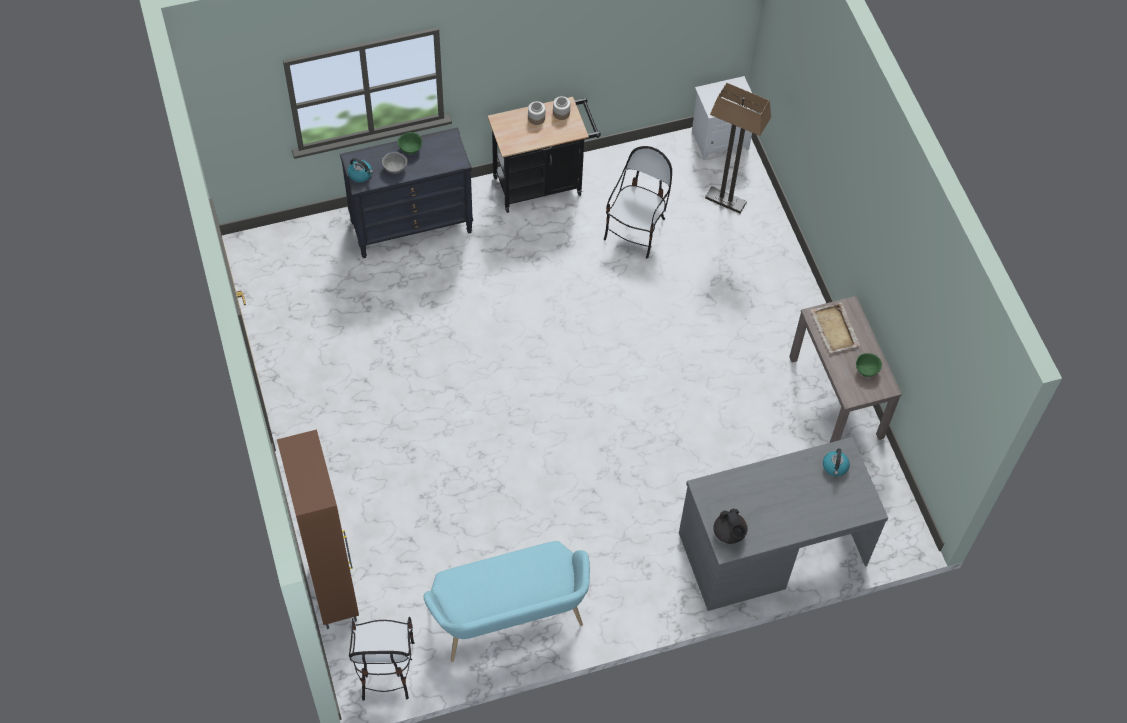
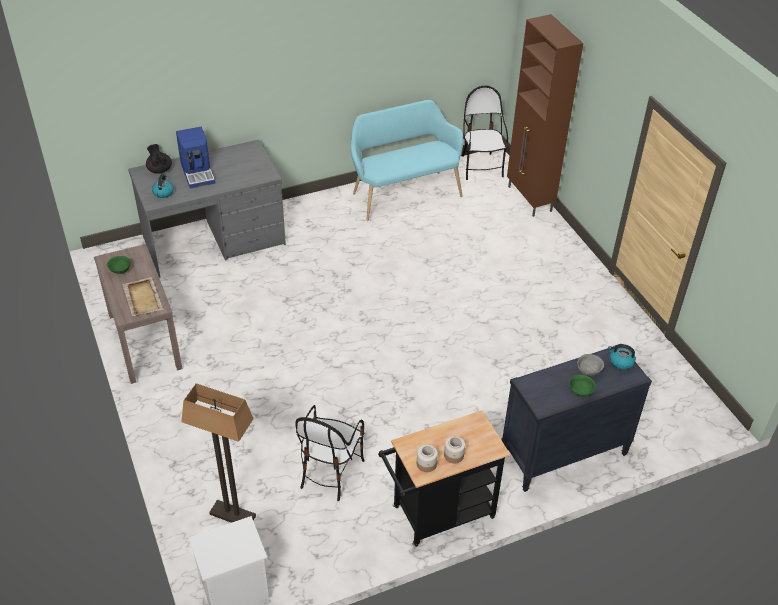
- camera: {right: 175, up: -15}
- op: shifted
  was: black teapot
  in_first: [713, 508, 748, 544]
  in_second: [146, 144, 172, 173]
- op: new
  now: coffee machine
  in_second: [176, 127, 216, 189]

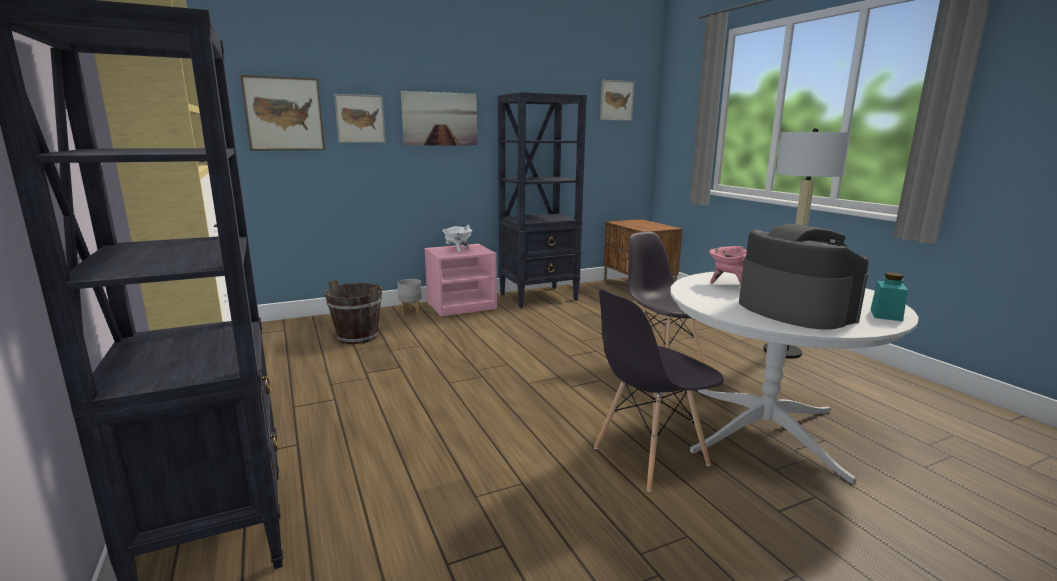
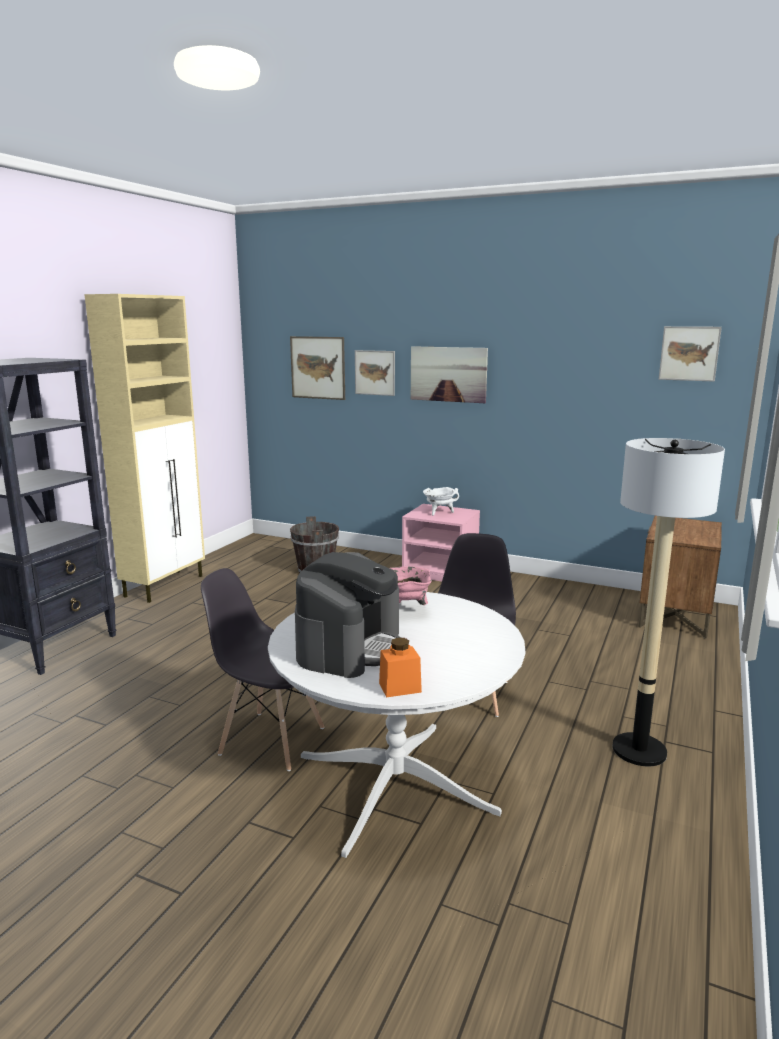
- camera: {right: 50, up: 0}
- op: gone
  was: black bookcase
  in_first: [498, 92, 587, 308]
- op: repainted
  was: turquoise jar
  now: orange jar
  in_first: [870, 272, 908, 321]
  in_second: [379, 638, 422, 697]
- op: gone
  was: grey planter
  in_first: [397, 279, 422, 315]

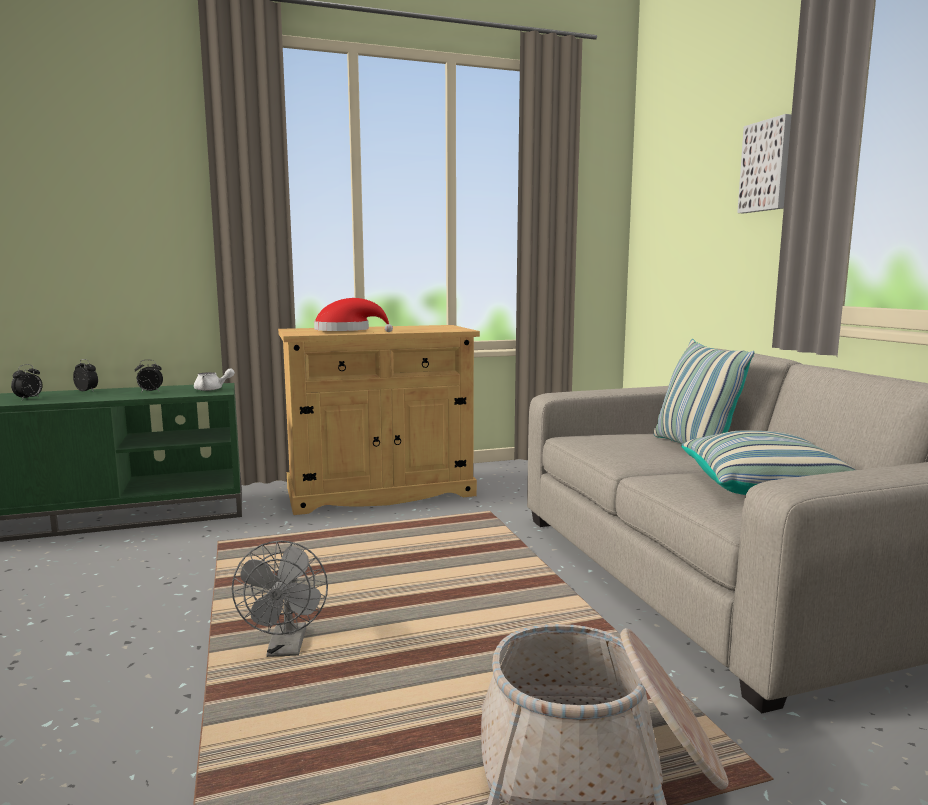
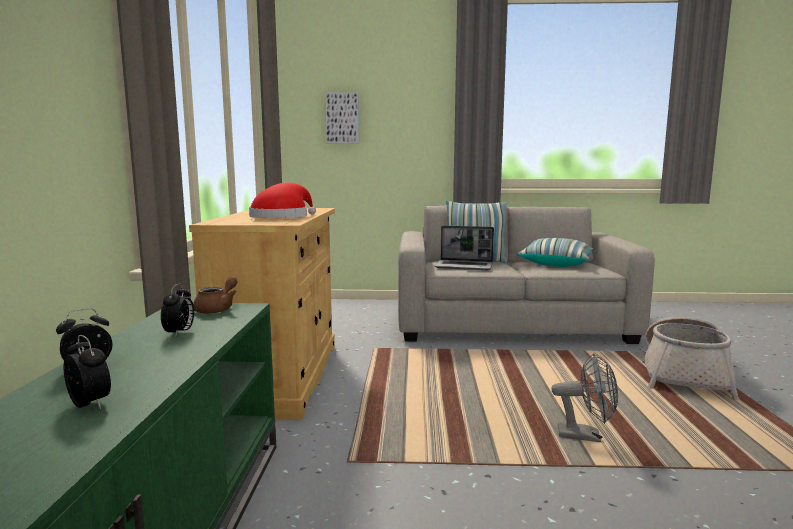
- camera: {right: -70, up: 0}
- op: shifted
  was: picture
  in_first: [737, 114, 792, 213]
  in_second: [325, 92, 359, 144]
- op: repainted
  was: white teapot
  now: brown teapot
  in_first: [194, 368, 235, 391]
  in_second: [193, 276, 238, 314]
- op: new
  now: laptop
  in_second: [435, 226, 494, 270]

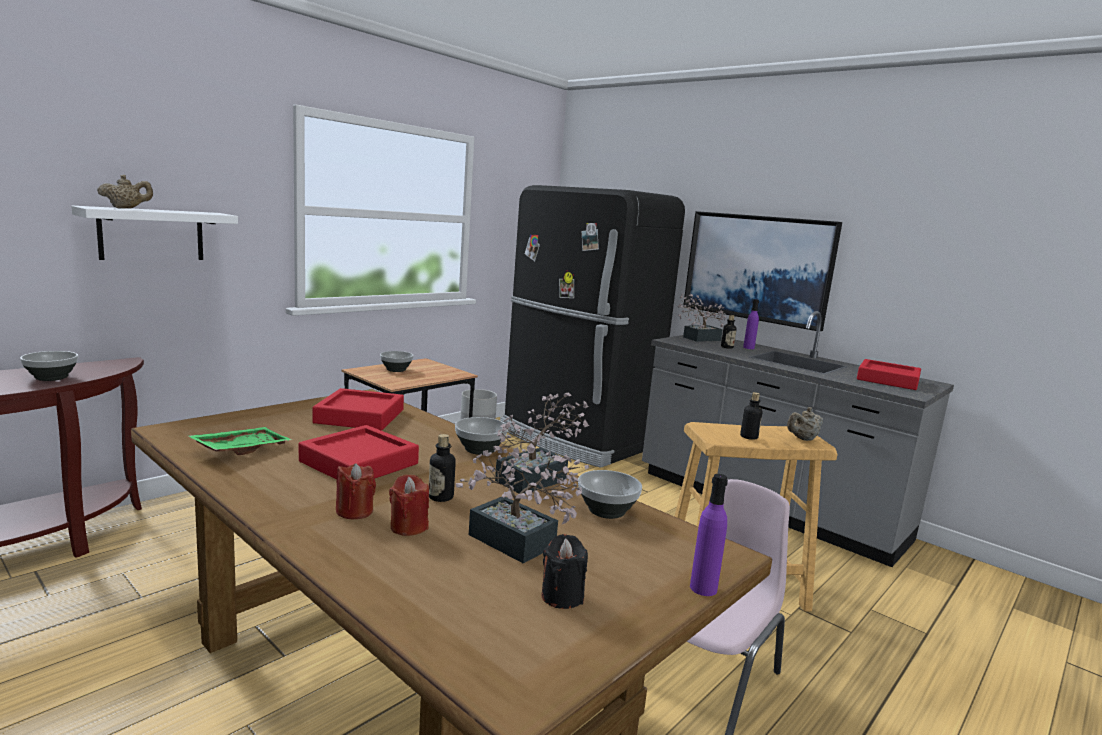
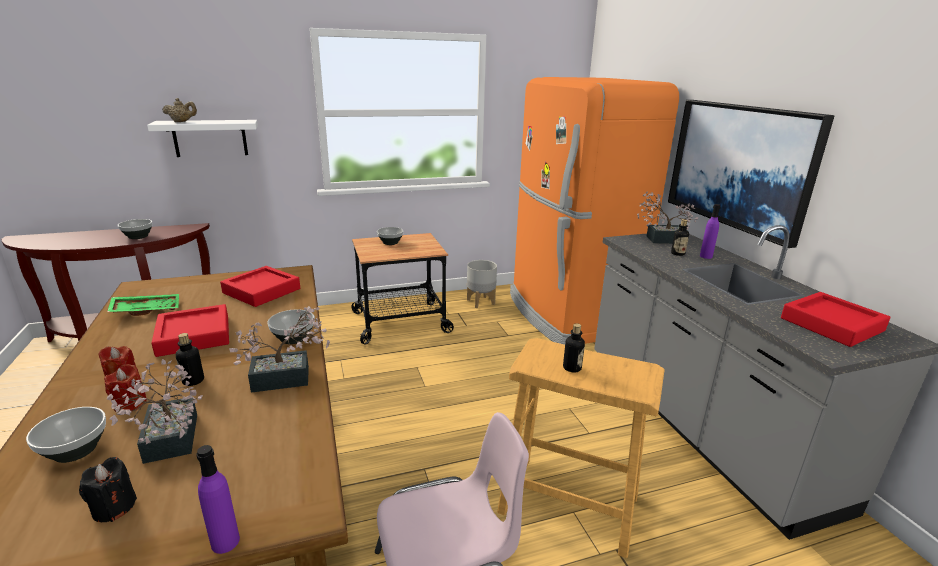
- camera: {right: 30, up: 10}
- op: repainted
  was: black fridge
  now: orange fridge
  in_first: [500, 185, 685, 468]
  in_second: [510, 77, 679, 345]
- op: gone
  was: beige teapot
  in_first: [787, 407, 823, 441]
- op: shifted
  was: bowl
  in_first: [578, 470, 642, 519]
  in_second: [26, 407, 106, 463]

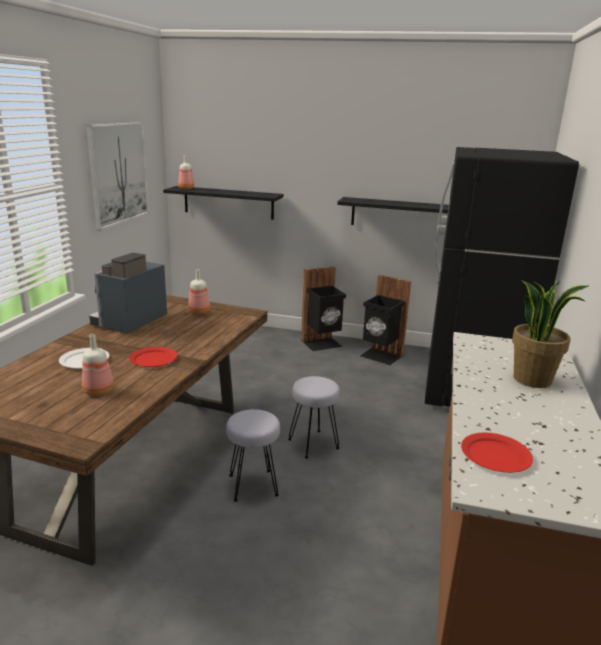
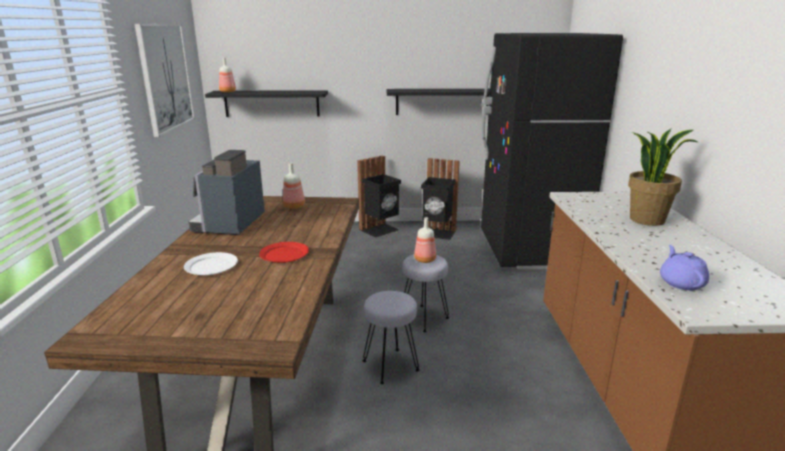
- camera: {right: -15, up: 0}
- op: shifted
  was: bottle
  in_first: [82, 334, 114, 396]
  in_second: [414, 217, 436, 263]
- op: swapped
  was: red plate
  now: purple teapot
  in_first: [461, 433, 533, 473]
  in_second: [660, 245, 709, 290]

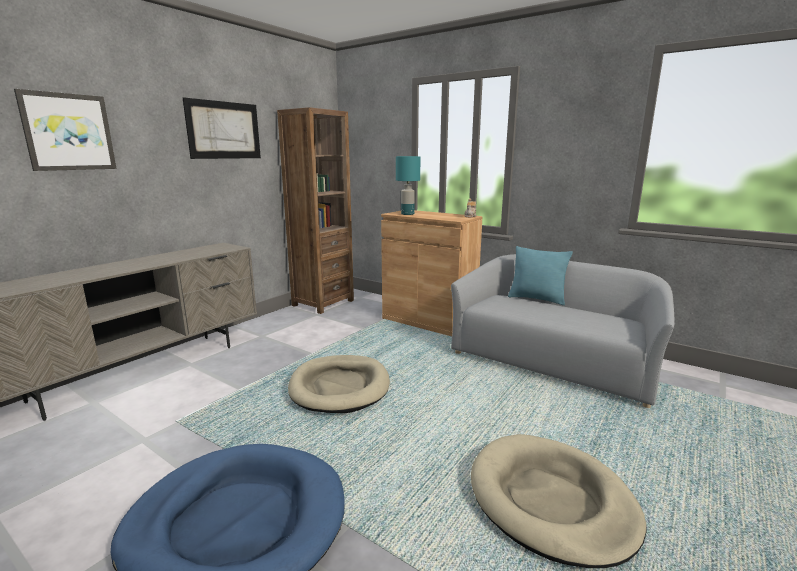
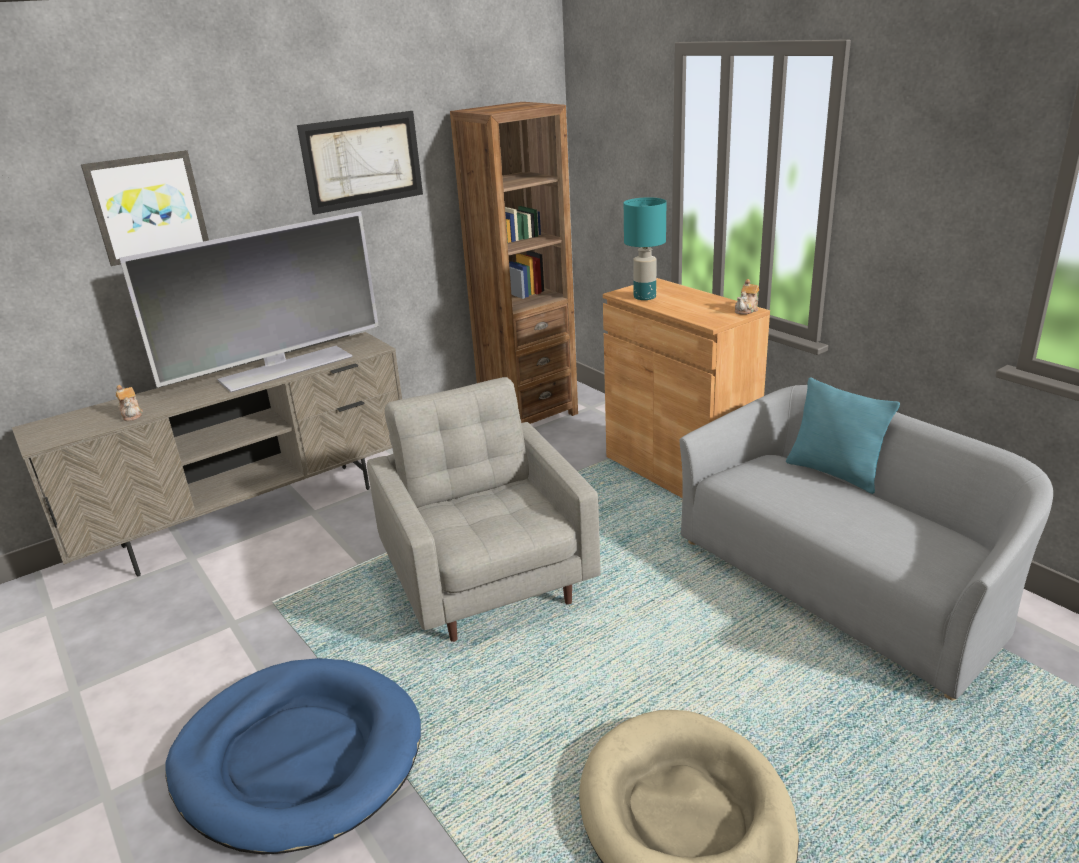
- camera: {right: 20, up: 10}
- op: swapped
  was: beige dog bed
  now: grey armchair
  in_first: [288, 355, 390, 413]
  in_second: [367, 377, 600, 642]
- op: new
  now: television
  in_second: [119, 211, 379, 392]
- op: new
  now: teapot
  in_second: [116, 385, 143, 421]

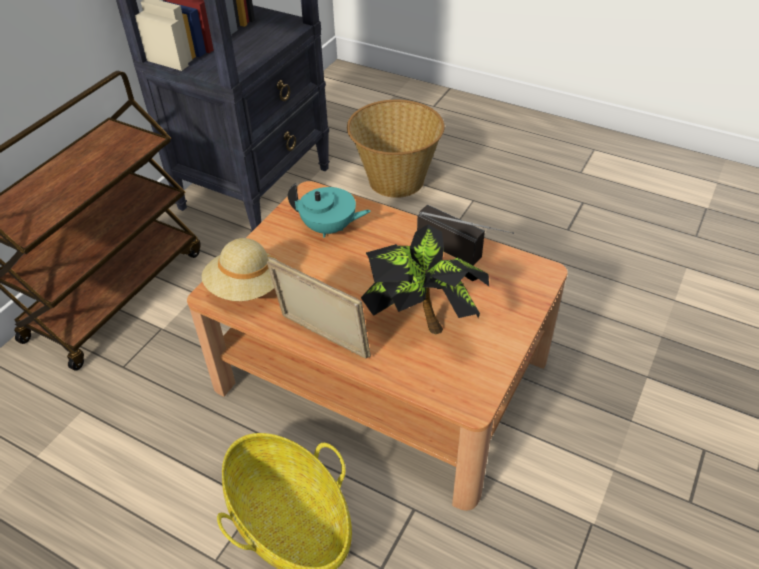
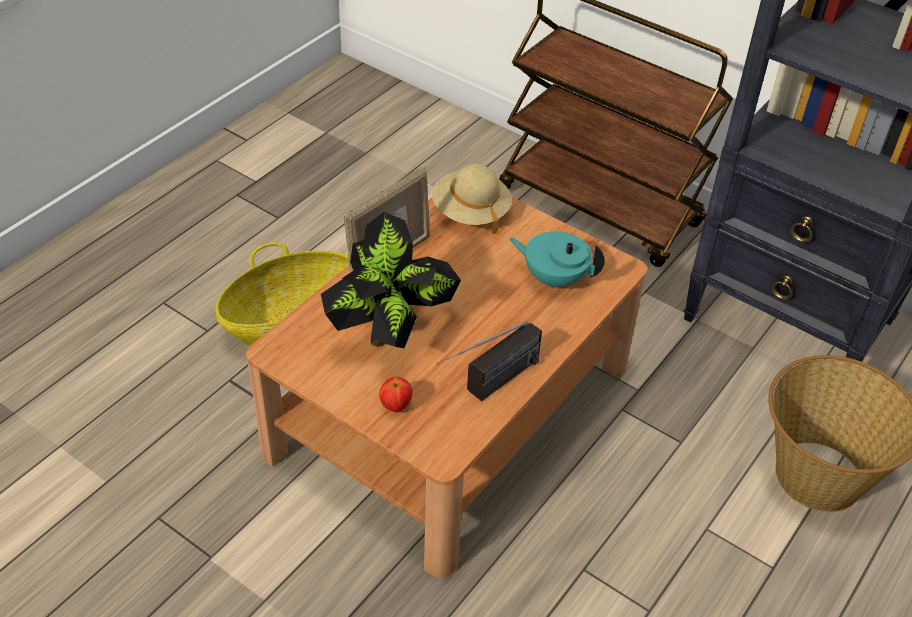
- camera: {right: 95, up: 0}
- op: rotated
  was: turquoise teapot
  in_first: [288, 183, 371, 238]
  in_second: [509, 231, 605, 289]
  clockwise: 90
- op: new
  now: apple
  in_second: [379, 377, 412, 412]

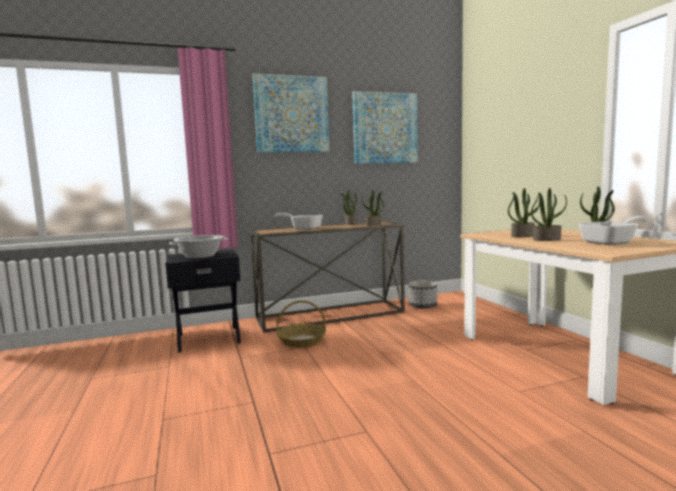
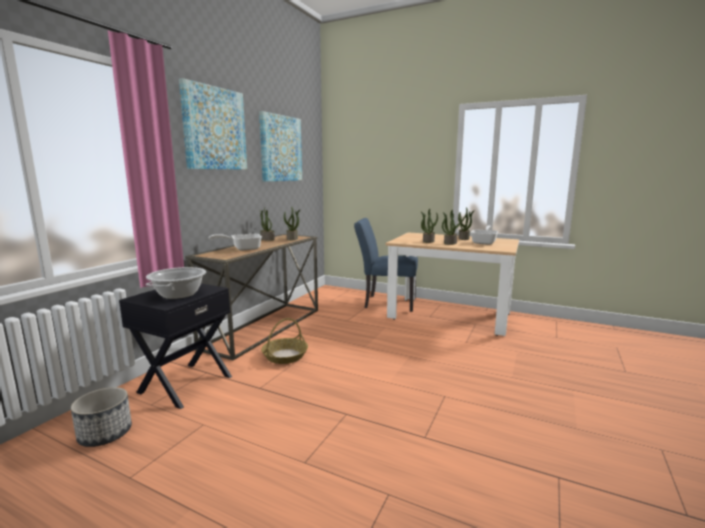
- camera: {right: -45, up: 5}
- op: shifted
  was: planter
  in_first: [408, 280, 437, 308]
  in_second: [71, 387, 132, 447]
- op: new
  now: blue chair
  in_second: [354, 218, 418, 312]

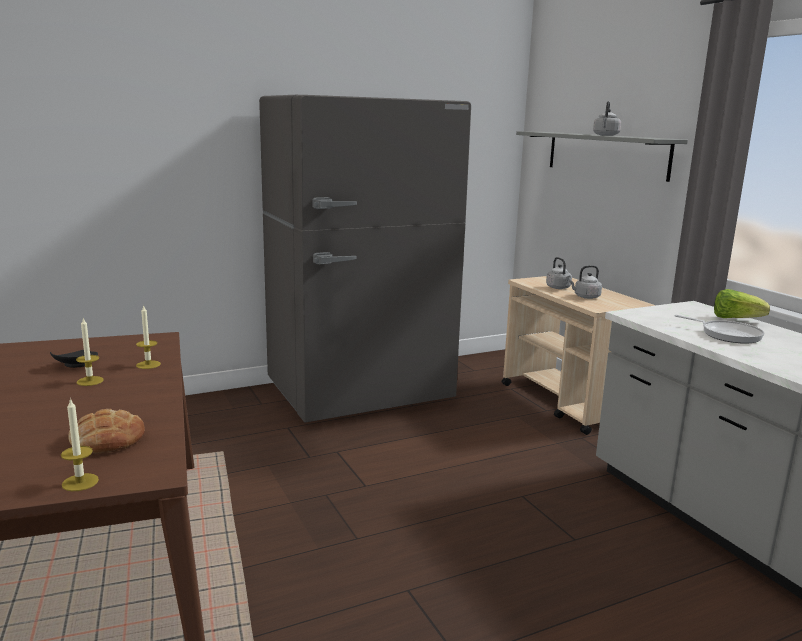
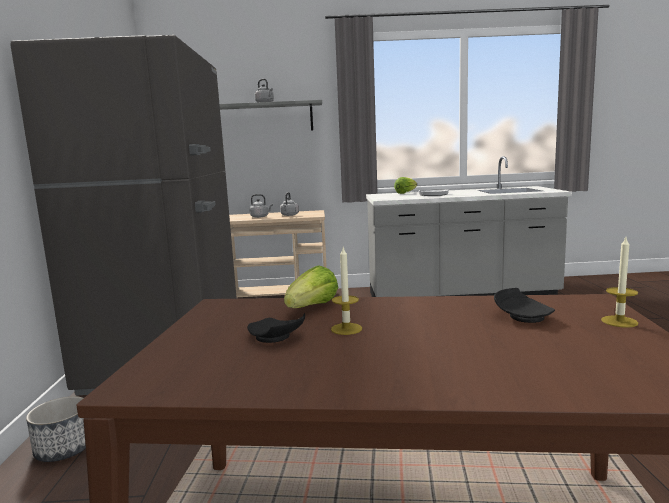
- camera: {right: -65, up: -5}
- op: swapped
  was: candle
  now: lettuce
  in_first: [136, 305, 161, 369]
  in_second: [284, 265, 338, 308]
- op: swapped
  was: bread
  now: black plate
  in_first: [68, 409, 145, 454]
  in_second: [494, 288, 555, 323]
- op: new
  now: planter
  in_second: [26, 396, 86, 462]

